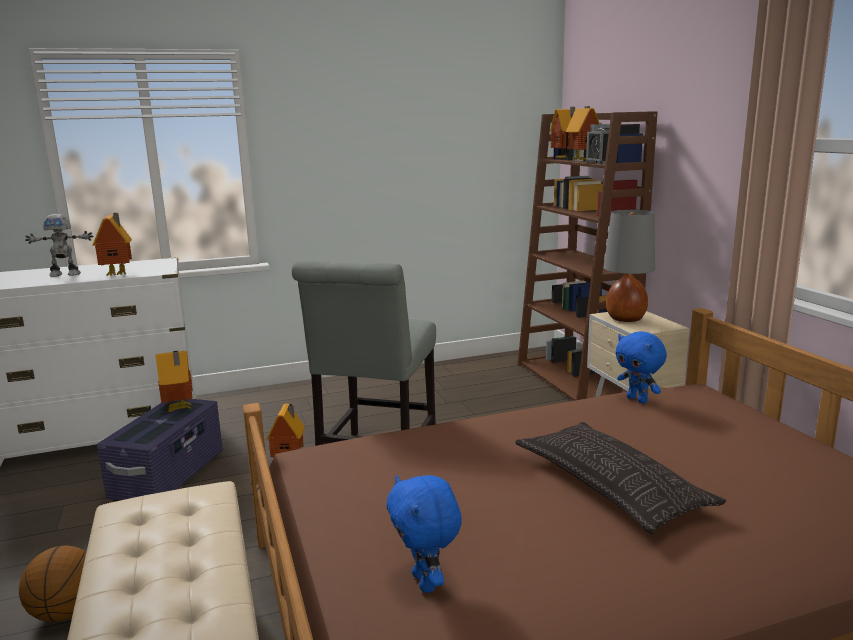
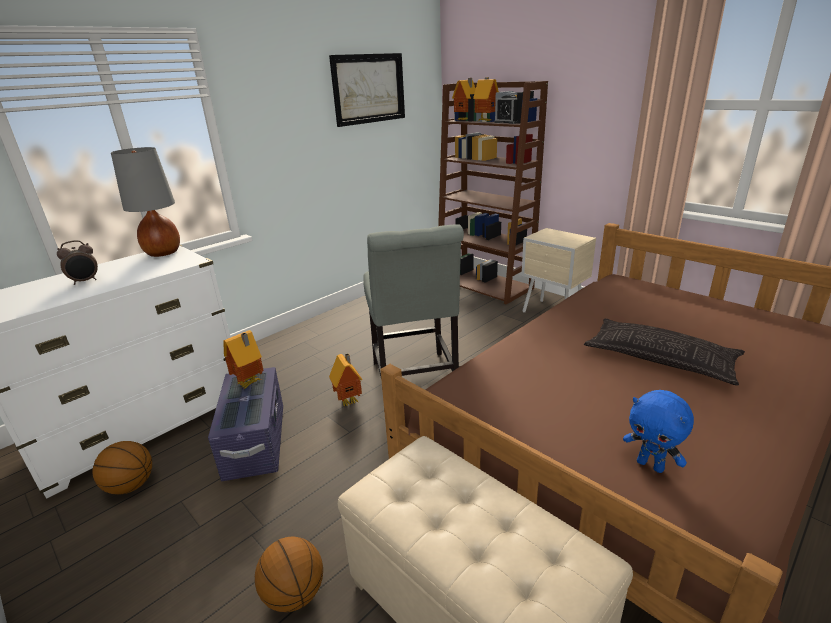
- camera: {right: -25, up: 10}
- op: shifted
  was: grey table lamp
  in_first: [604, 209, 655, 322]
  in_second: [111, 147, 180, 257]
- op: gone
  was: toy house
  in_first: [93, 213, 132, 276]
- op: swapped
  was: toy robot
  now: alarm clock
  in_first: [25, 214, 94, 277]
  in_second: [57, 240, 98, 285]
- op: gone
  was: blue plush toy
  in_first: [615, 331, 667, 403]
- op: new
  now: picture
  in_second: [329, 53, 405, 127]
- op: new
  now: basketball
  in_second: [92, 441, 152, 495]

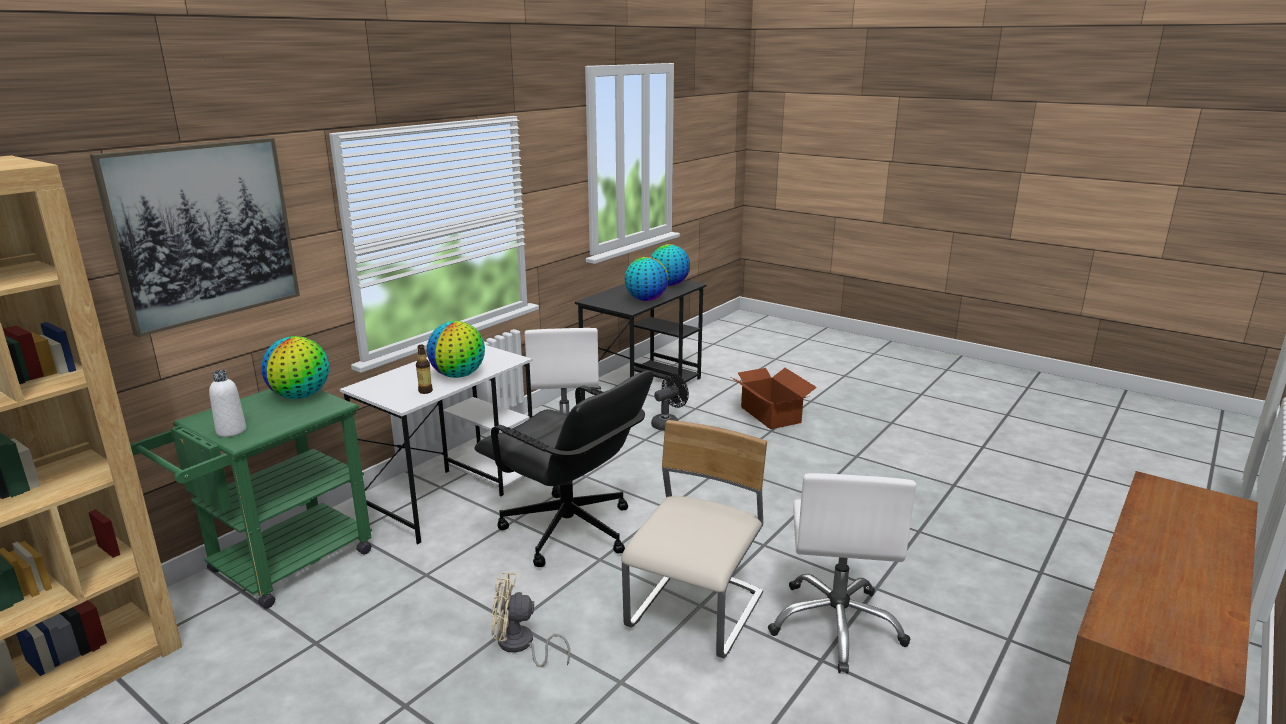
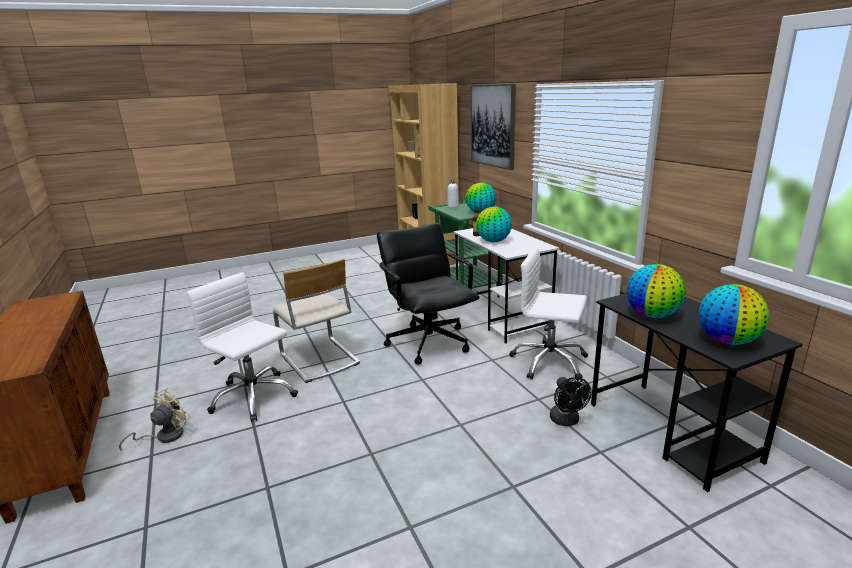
- camera: {right: 120, up: 0}
- op: gone
  was: cardboard box
  in_first: [731, 368, 817, 429]
- op: rotated
  was: black office chair
  in_first: [475, 371, 654, 567]
  in_second: [377, 223, 480, 365]
  clockwise: 90
- op: shifted
  was: beige fan
  in_first: [492, 572, 570, 667]
  in_second: [119, 388, 191, 451]

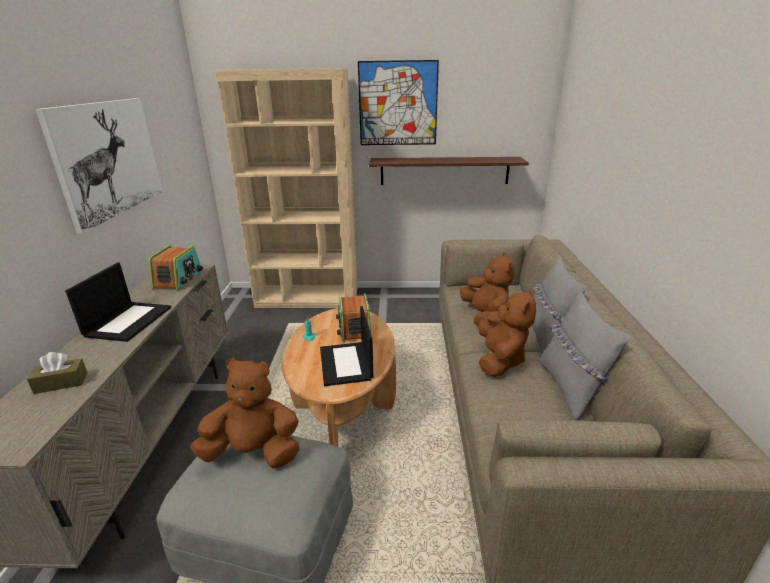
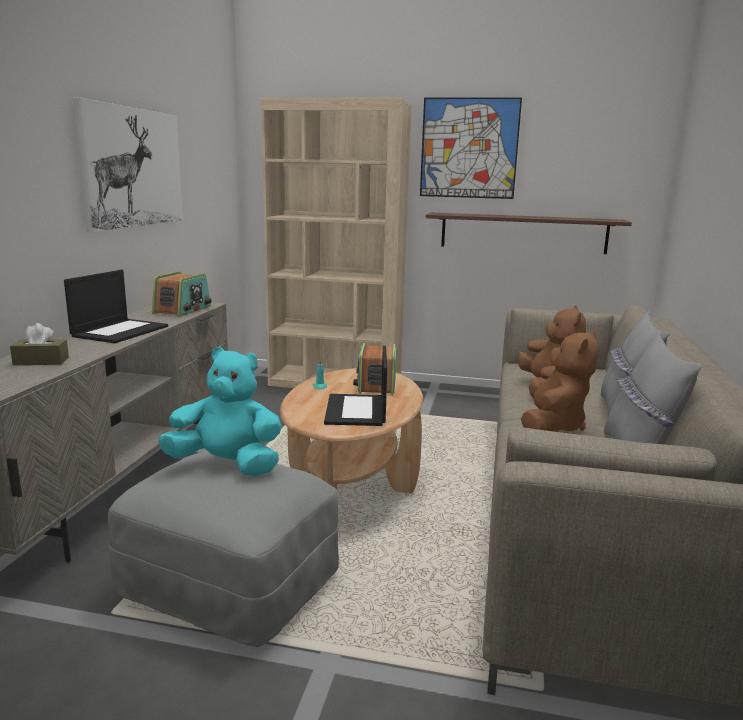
- camera: {right: 10, up: -10}
- op: repainted
  was: brown plush toy
  now: turquoise plush toy
  in_first: [190, 358, 300, 468]
  in_second: [158, 346, 282, 476]

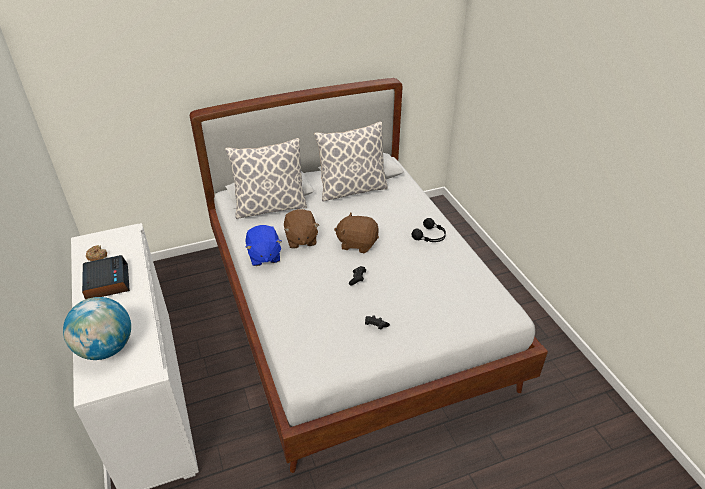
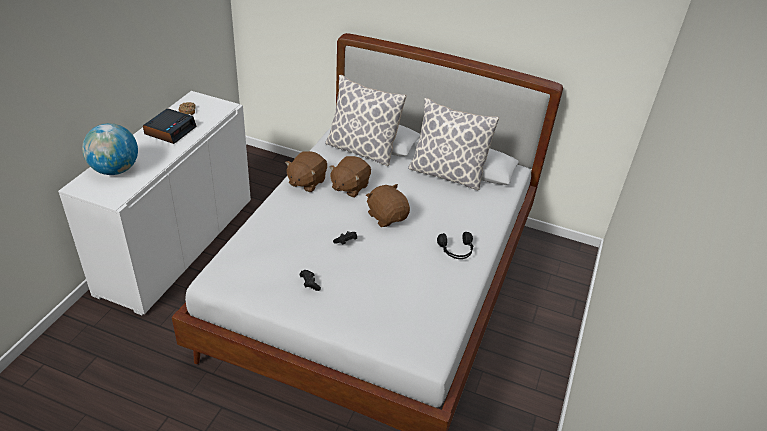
- camera: {right: 40, up: 0}
- op: repainted
  was: blue plush toy
  now: brown plush toy
  in_first: [245, 225, 282, 266]
  in_second: [285, 151, 327, 192]

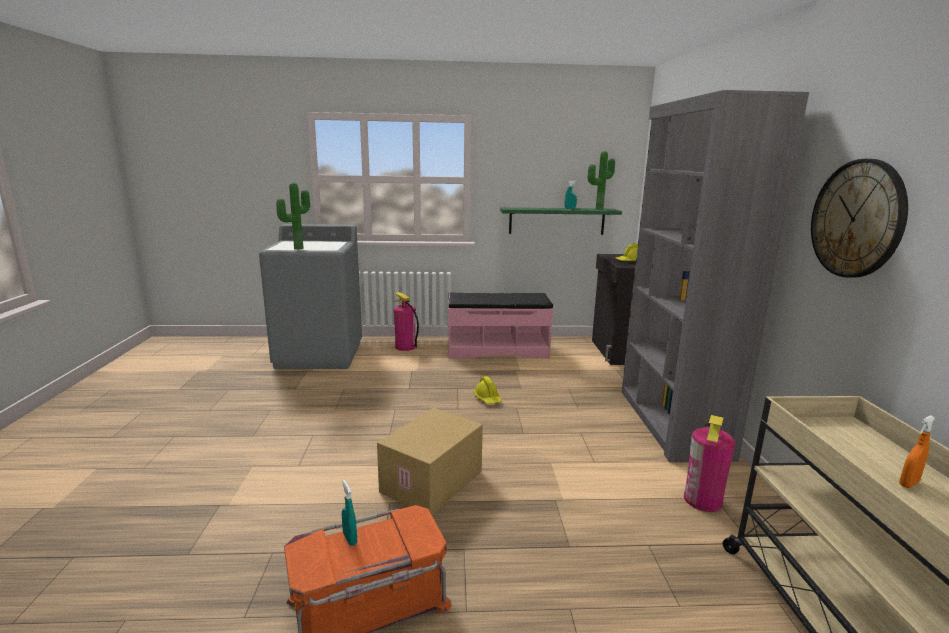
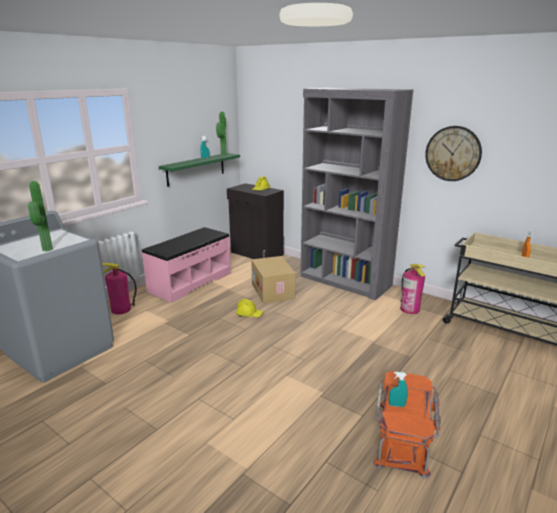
- camera: {right: -50, up: 5}
- op: shifted
  was: cardboard box
  in_first: [377, 408, 483, 515]
  in_second: [251, 256, 296, 304]

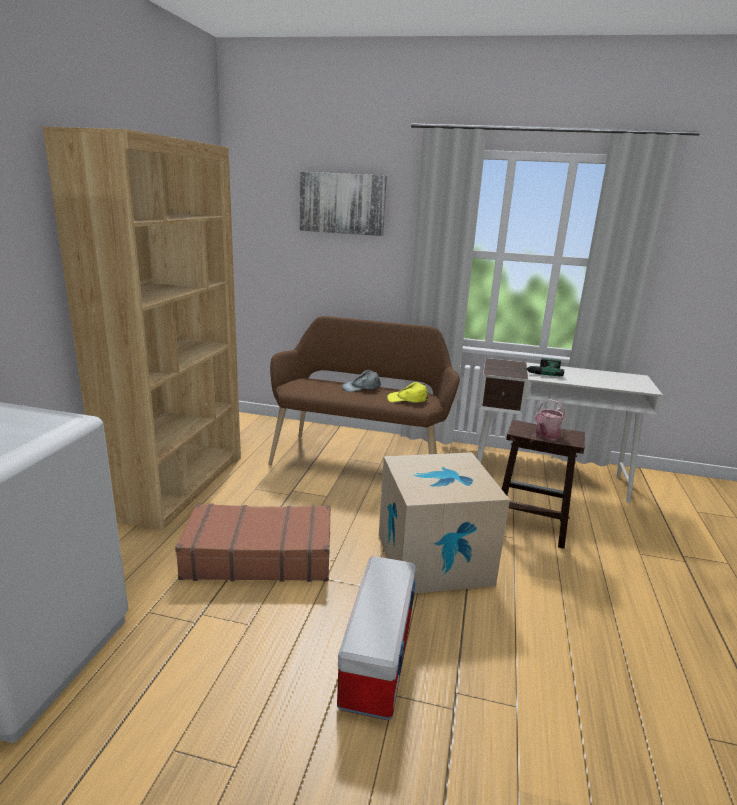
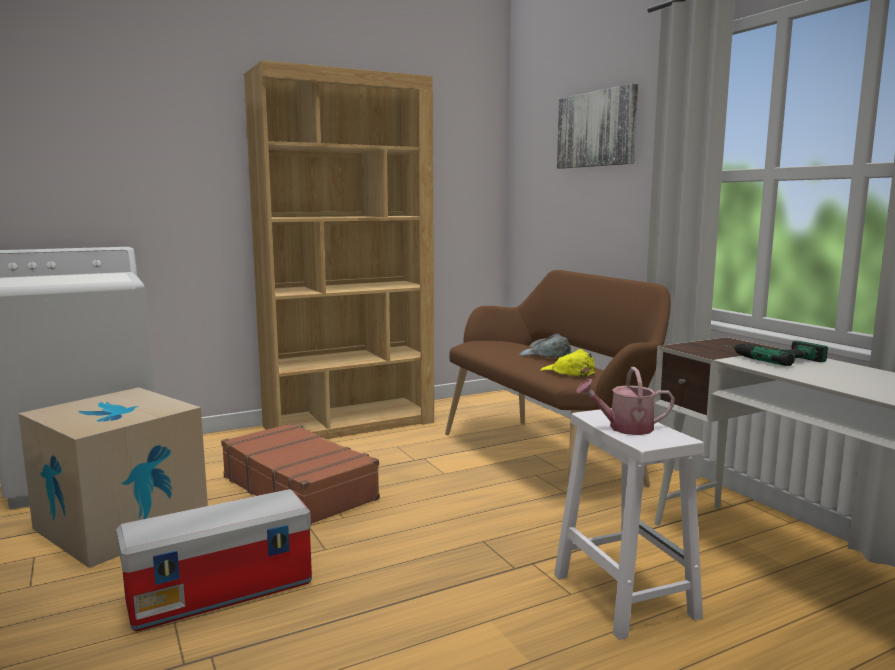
- camera: {right: 50, up: -10}
- op: repainted
  was: brown stool
  now: white stool
  in_first: [502, 420, 585, 549]
  in_second: [554, 408, 704, 640]
- op: shifted
  was: cardboard box
  in_first: [379, 453, 510, 593]
  in_second: [18, 387, 208, 568]

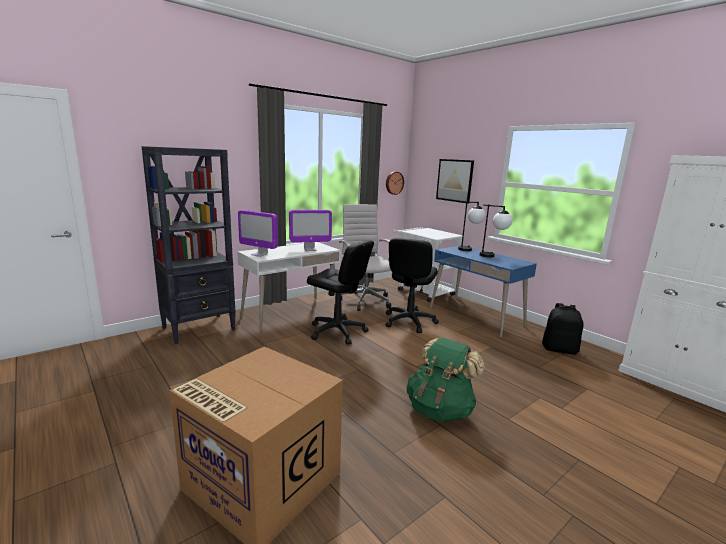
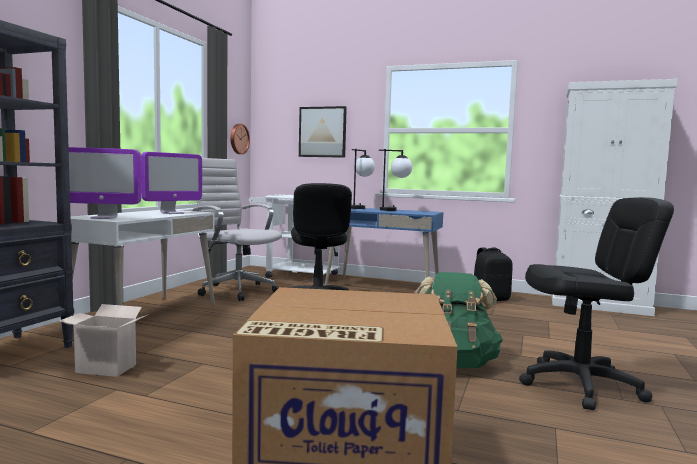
- camera: {right: -30, up: -10}
- op: shifted
  was: black office chair
  in_first: [307, 240, 374, 344]
  in_second: [519, 197, 674, 410]
- op: new
  now: cardboard box
  in_second: [59, 304, 149, 377]

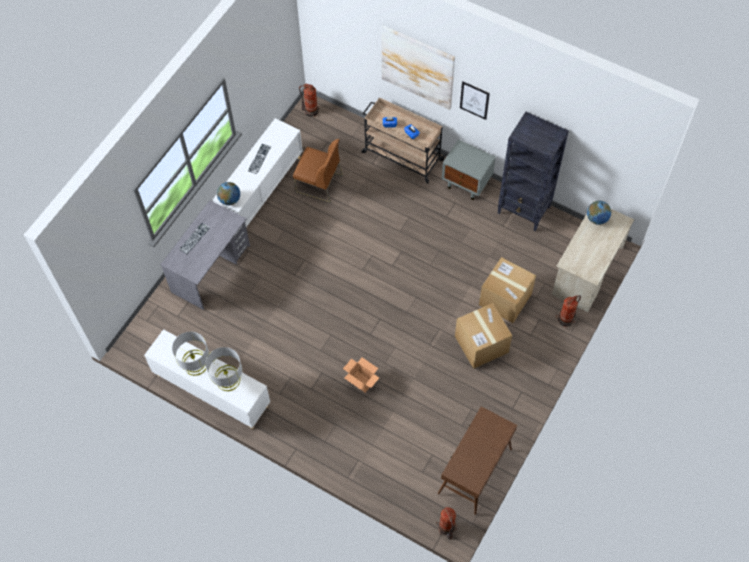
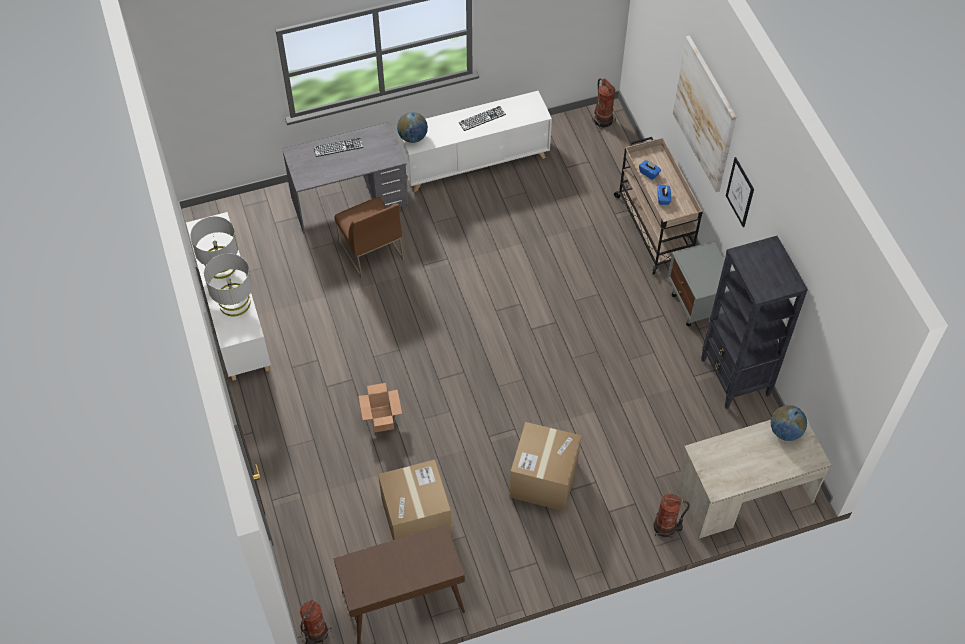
- camera: {right: 40, up: -5}
- op: shifted
  was: brown chair
  in_first: [293, 139, 343, 203]
  in_second: [334, 197, 405, 279]
- op: shifted
  was: cardboard box
  in_first: [479, 257, 536, 323]
  in_second: [378, 460, 452, 540]

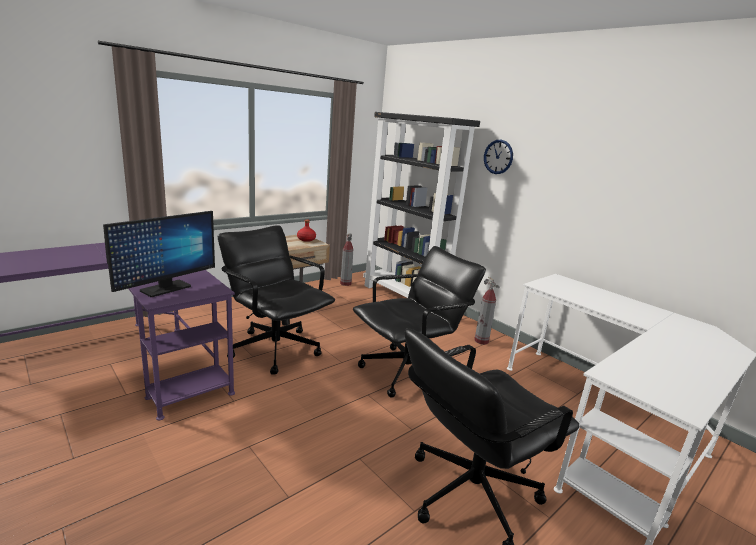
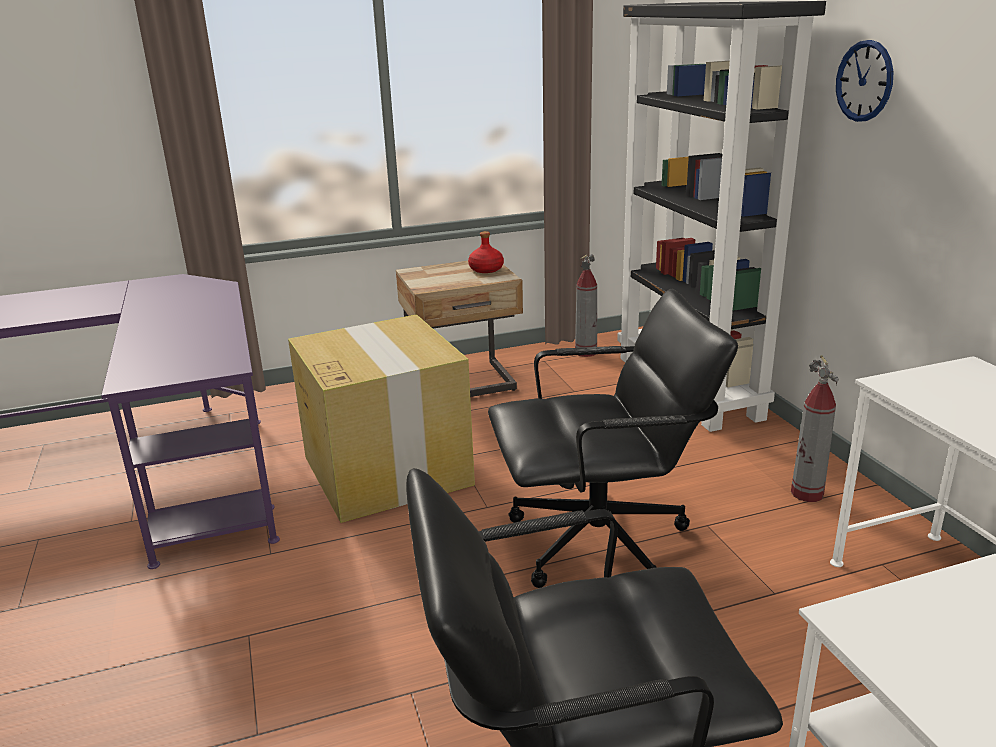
- camera: {right: 25, up: 5}
- op: gone
  was: monitor
  in_first: [103, 211, 215, 297]
- op: swapped
  was: black office chair
  now: cardboard box
  in_first: [218, 225, 335, 375]
  in_second: [288, 314, 475, 523]

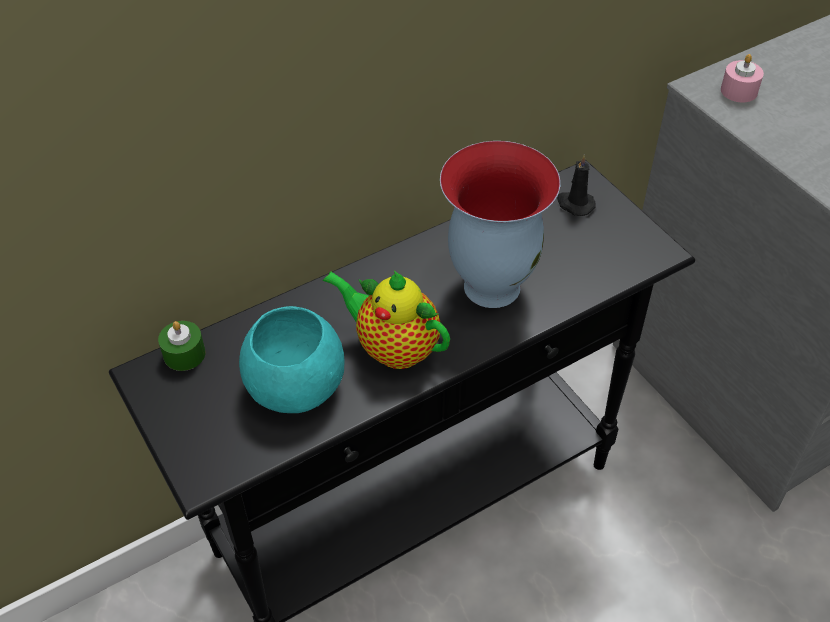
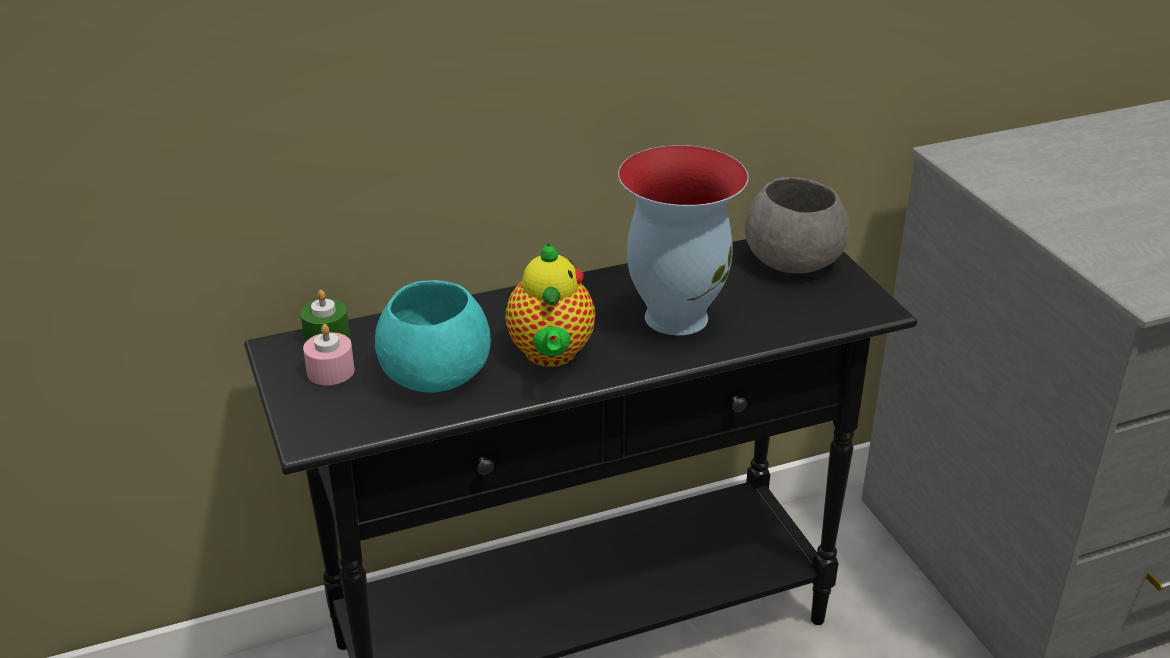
- camera: {right: 10, up: -15}
- op: shifted
  was: pink candle
  in_first: [721, 54, 764, 102]
  in_second: [303, 324, 355, 385]
- op: swapped
  was: black candle
  now: grey bowl
  in_first: [557, 154, 596, 216]
  in_second: [745, 177, 850, 274]
- op: rotated
  was: teapot
  in_first: [323, 270, 450, 369]
  in_second: [505, 243, 595, 367]
  clockwise: -135

